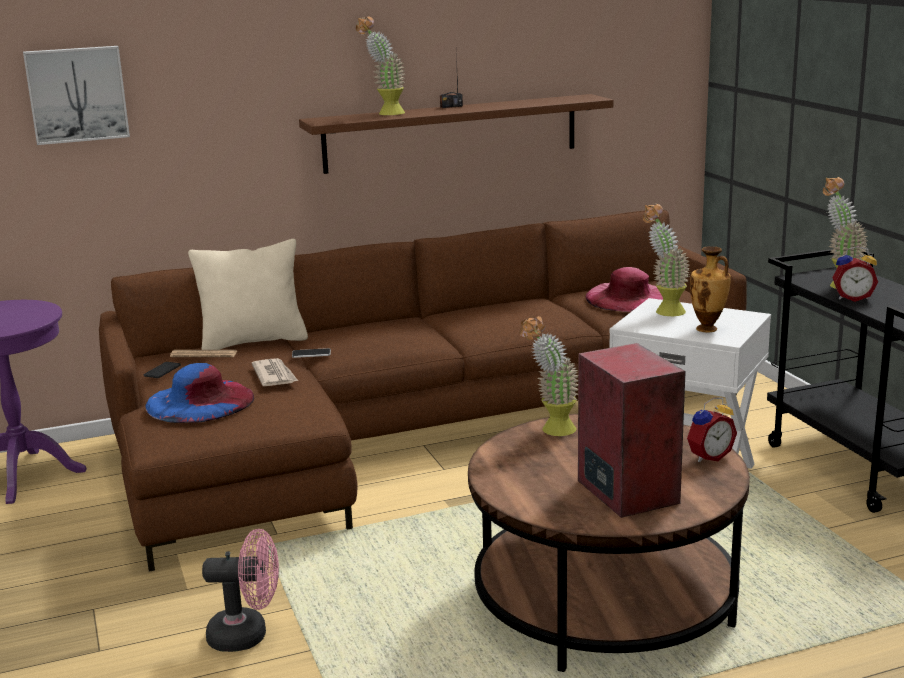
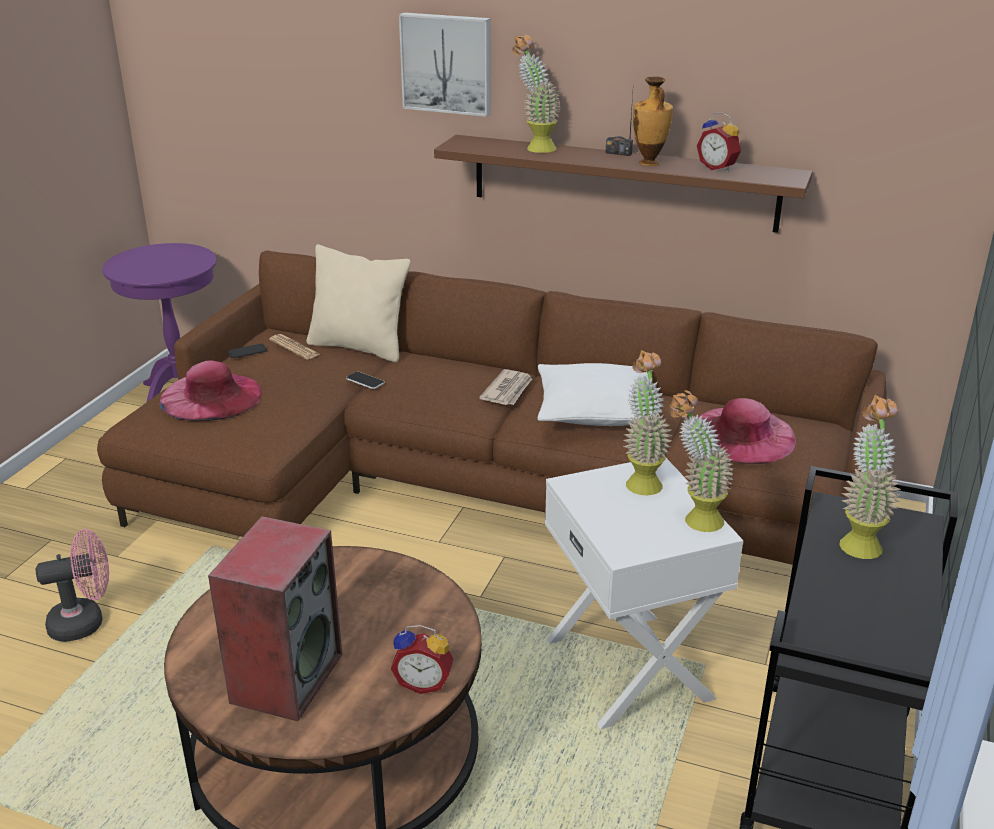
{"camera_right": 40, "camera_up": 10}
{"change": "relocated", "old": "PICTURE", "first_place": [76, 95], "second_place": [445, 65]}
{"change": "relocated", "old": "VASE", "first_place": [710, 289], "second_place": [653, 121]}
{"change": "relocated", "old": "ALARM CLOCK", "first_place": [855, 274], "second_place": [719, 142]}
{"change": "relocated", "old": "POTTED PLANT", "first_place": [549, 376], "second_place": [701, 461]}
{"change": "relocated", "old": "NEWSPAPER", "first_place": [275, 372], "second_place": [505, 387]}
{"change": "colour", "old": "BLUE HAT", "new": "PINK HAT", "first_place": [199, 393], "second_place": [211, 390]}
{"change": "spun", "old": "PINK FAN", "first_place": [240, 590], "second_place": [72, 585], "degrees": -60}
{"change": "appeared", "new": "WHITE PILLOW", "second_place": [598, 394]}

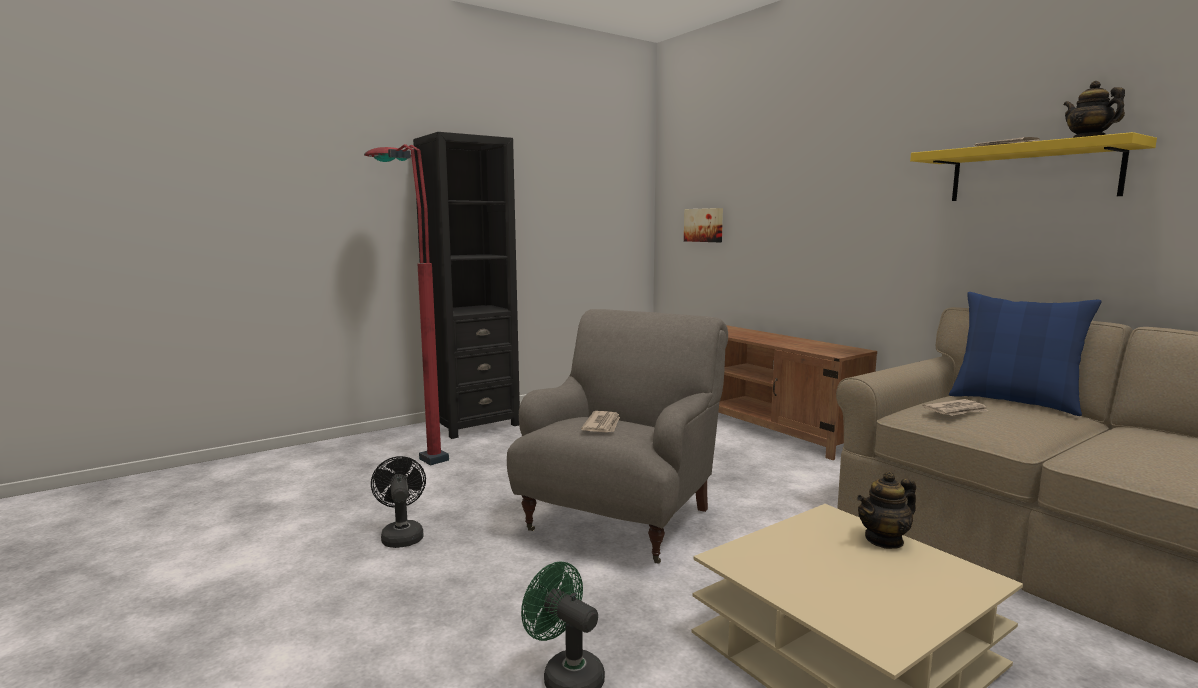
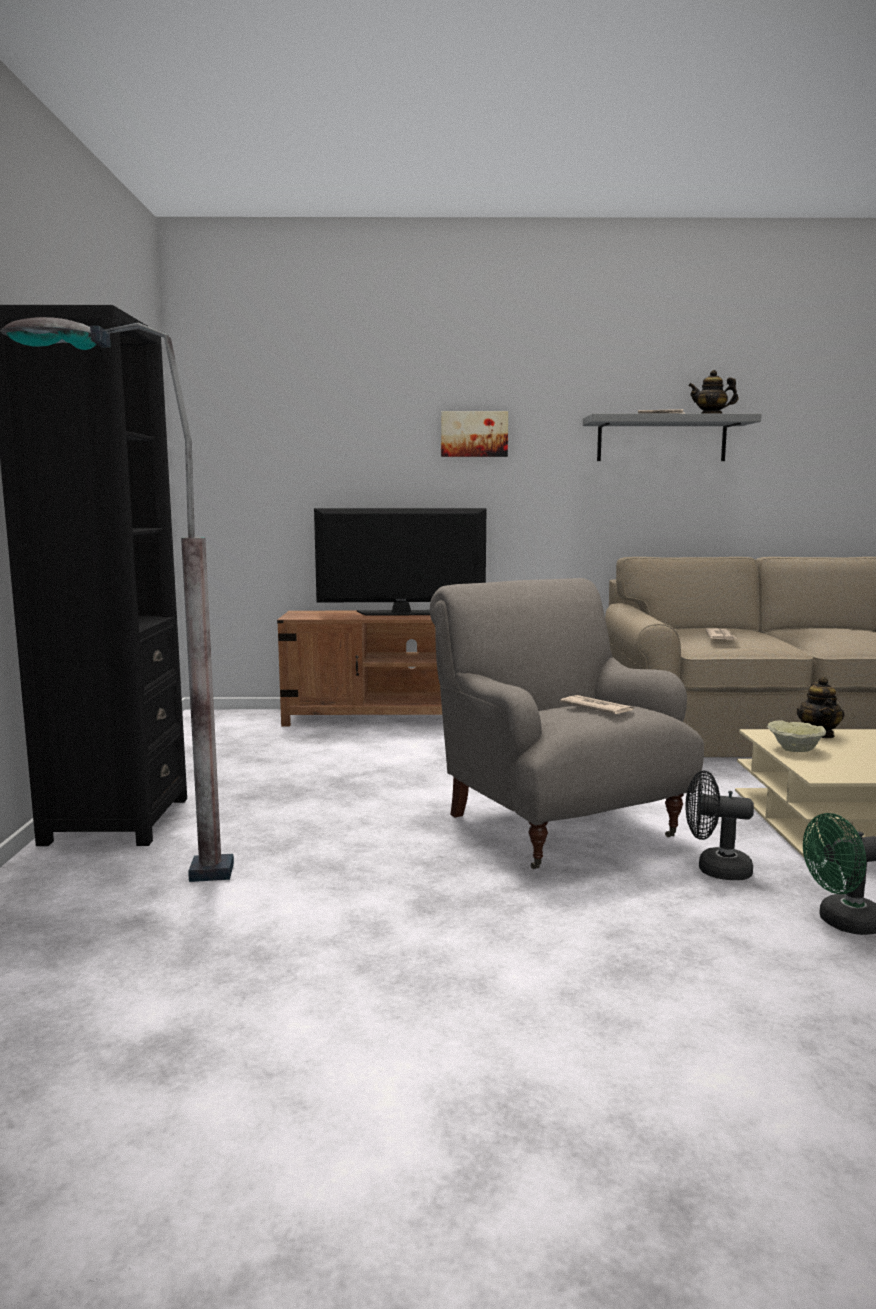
{"camera_right": -55, "camera_up": 0}
{"change": "colour", "old": "YELLOW SHELF", "new": "GREY SHELF", "first_place": [1033, 166], "second_place": [672, 437]}
{"change": "colour", "old": "RED FLOOR LAMP", "new": "GREY FLOOR LAMP", "first_place": [406, 305], "second_place": [117, 599]}
{"change": "relocated", "old": "PICTURE", "first_place": [703, 225], "second_place": [474, 434]}
{"change": "missing", "old": "BLUE PILLOW", "first_place": [1025, 354]}
{"change": "relocated", "old": "BLACK FAN", "first_place": [398, 502], "second_place": [720, 825]}
{"change": "appeared", "new": "TELEVISION", "second_place": [400, 562]}
{"change": "appeared", "new": "BEIGE BOWL", "second_place": [796, 736]}

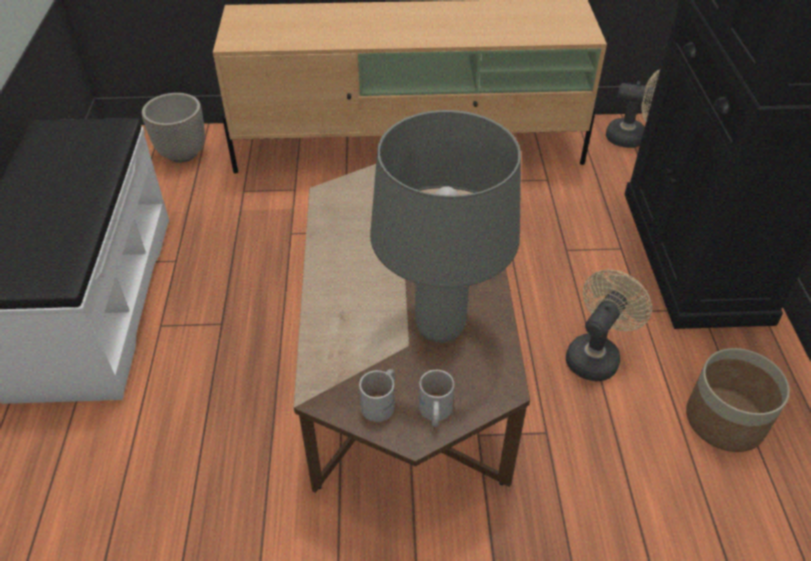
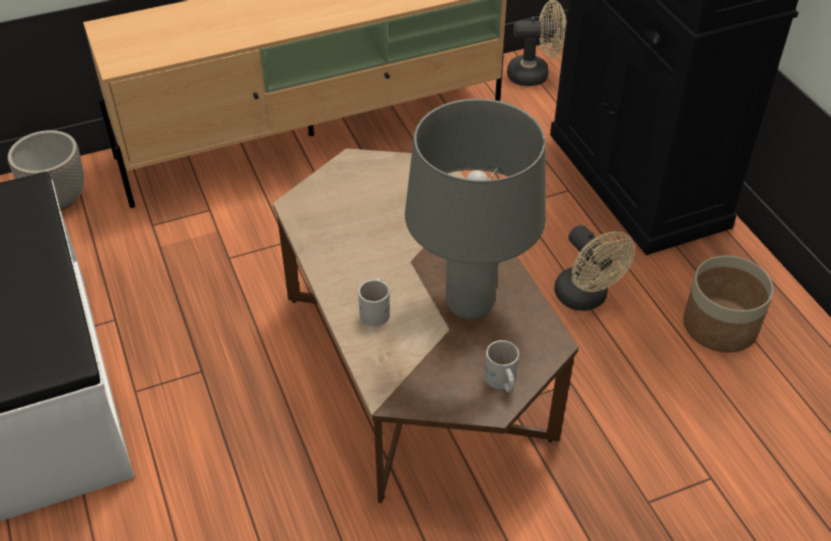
{"camera_right": -20, "camera_up": 0}
{"change": "spun", "old": "BEIGE FAN", "first_place": [609, 325], "second_place": [594, 268], "degrees": 135}
{"change": "relocated", "old": "WHITE MUG", "first_place": [377, 395], "second_place": [374, 302]}

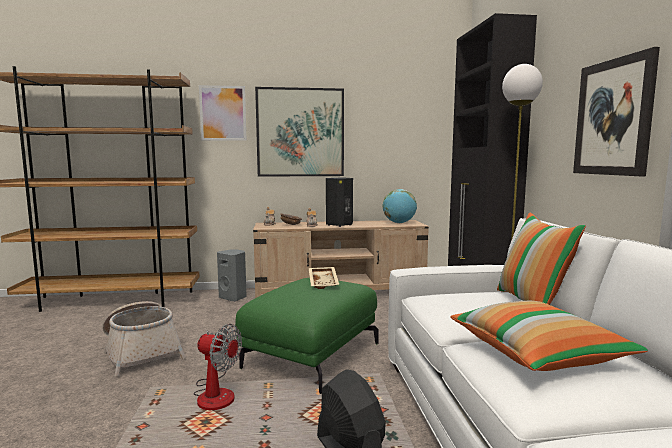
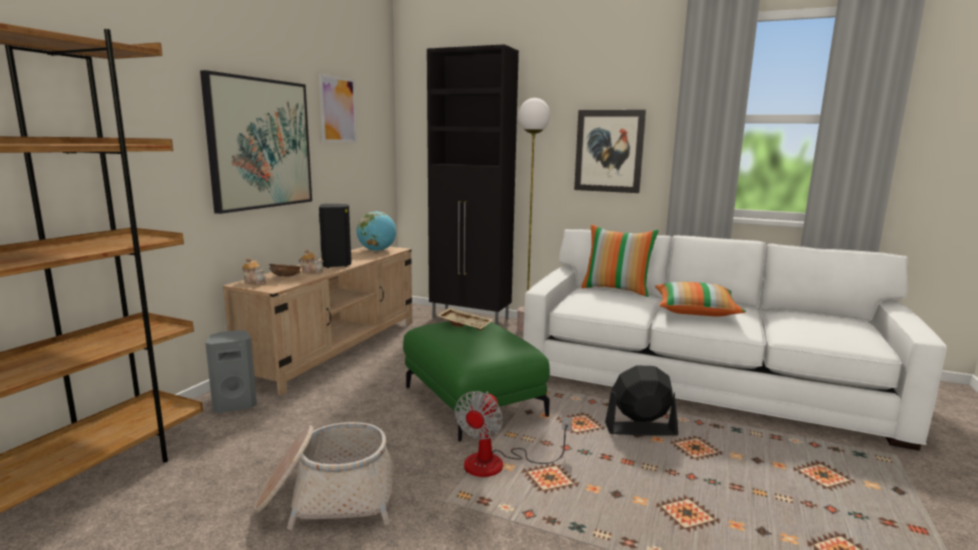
{"camera_right": -60, "camera_up": 5}
{"change": "relocated", "old": "PICTURE", "first_place": [223, 113], "second_place": [338, 108]}
{"change": "spun", "old": "FAN", "first_place": [218, 367], "second_place": [513, 434], "degrees": 150}

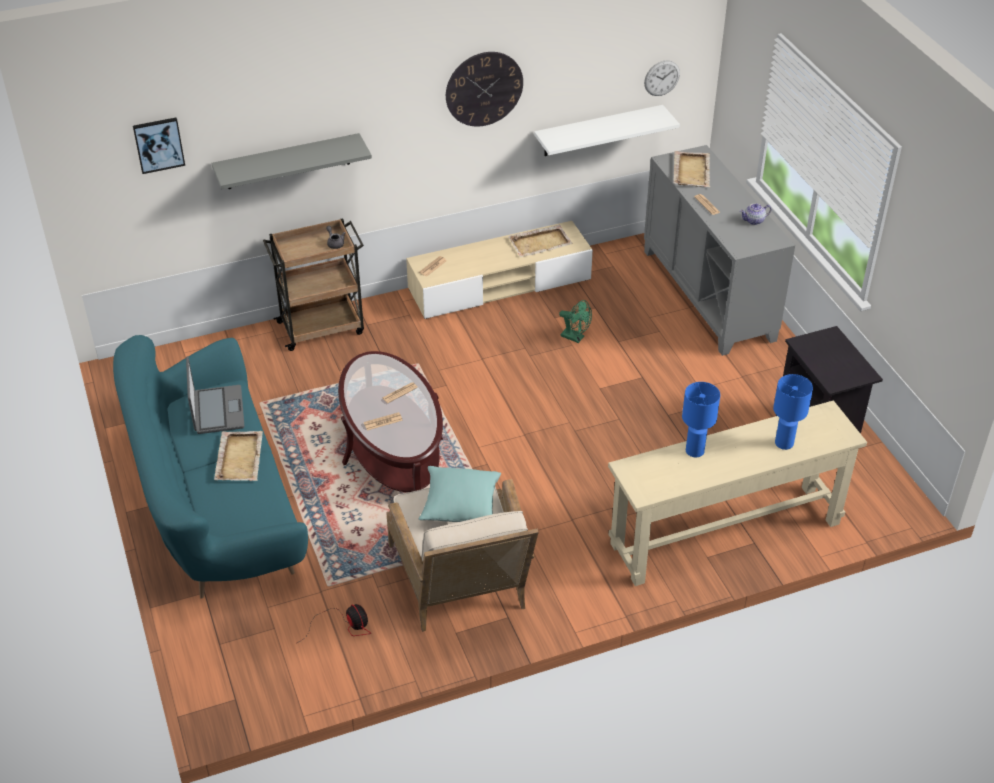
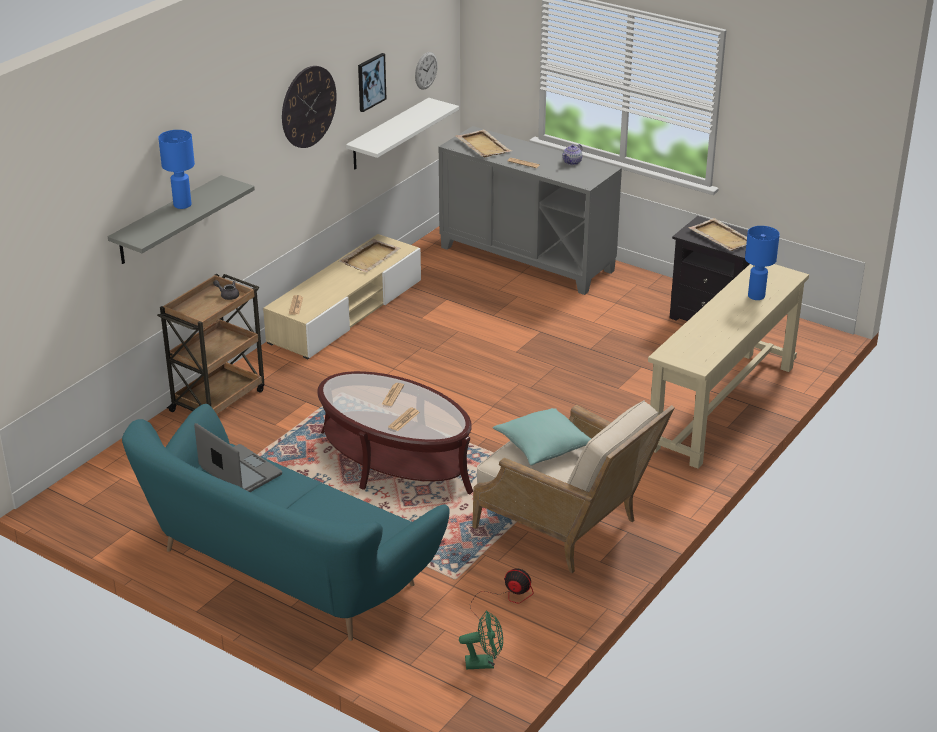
{"camera_right": -35, "camera_up": -10}
{"change": "relocated", "old": "PICTURE", "first_place": [159, 146], "second_place": [372, 82]}
{"change": "relocated", "old": "GREEN FAN", "first_place": [575, 321], "second_place": [481, 640]}
{"change": "relocated", "old": "BLUE TABLE LAMP", "first_place": [701, 420], "second_place": [176, 169]}
{"change": "relocated", "old": "BEIGE TRAY", "first_place": [238, 456], "second_place": [717, 234]}

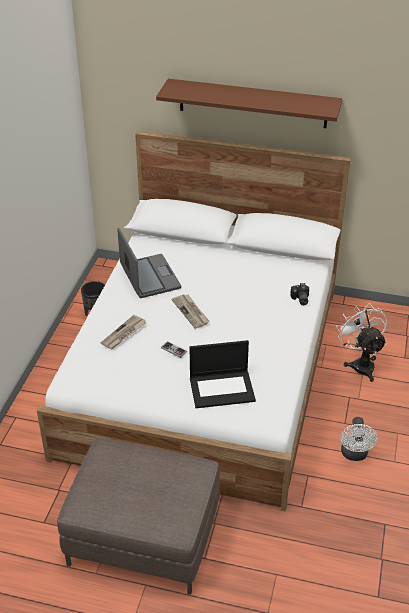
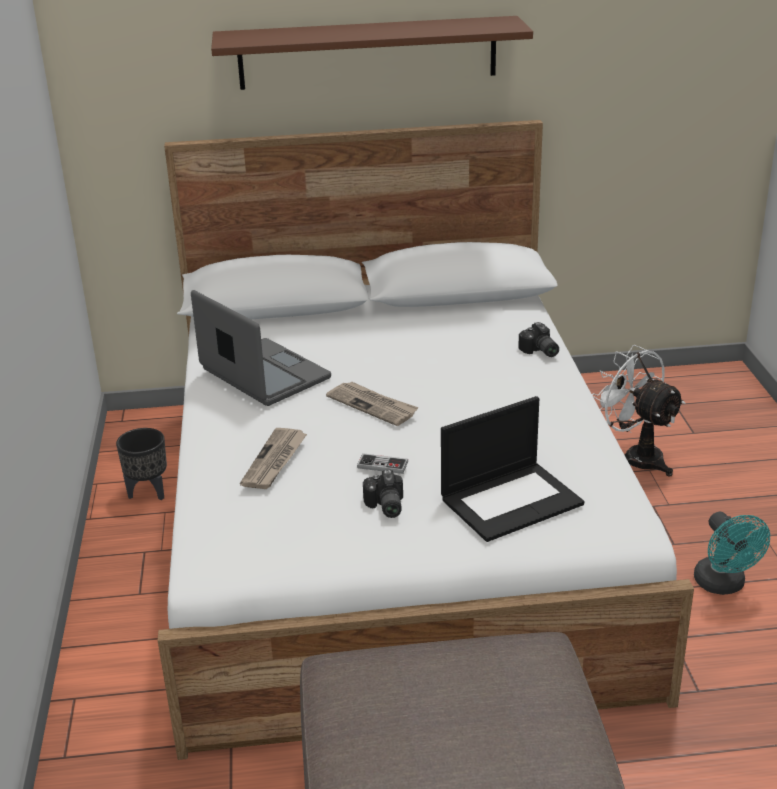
{"camera_right": -20, "camera_up": -10}
{"change": "colour", "old": "WHITE FAN", "new": "TURQUOISE FAN", "first_place": [359, 439], "second_place": [732, 553]}
{"change": "appeared", "new": "PHOTO CAMERA", "second_place": [383, 493]}

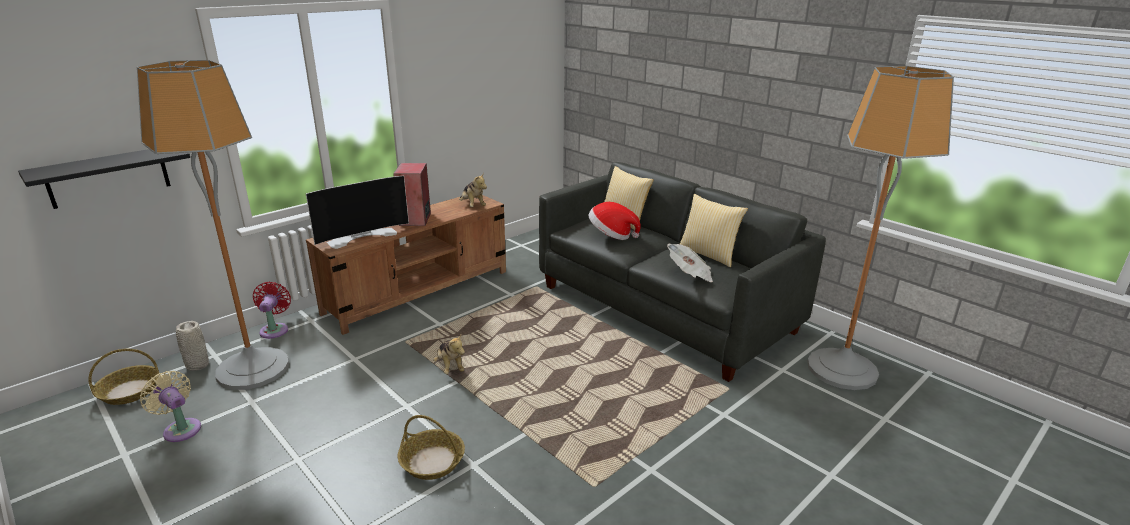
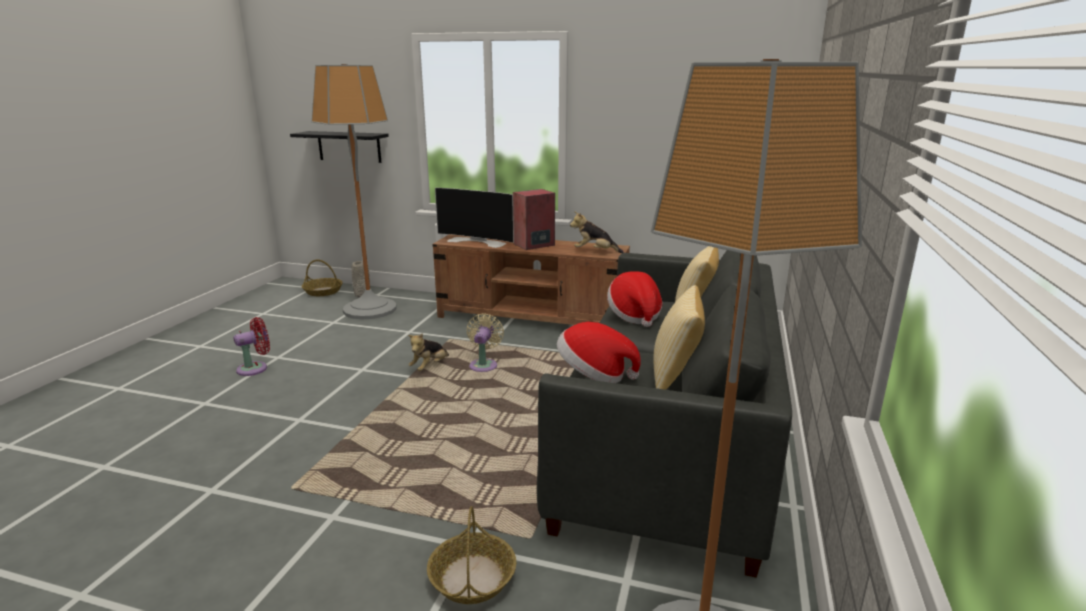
{"camera_right": 60, "camera_up": -5}
{"change": "spun", "old": "PLUSH TOY", "first_place": [473, 189], "second_place": [597, 232], "degrees": 75}
{"change": "exchanged", "old": "NEWSPAPER", "new": "HAT", "first_place": [689, 263], "second_place": [599, 352]}
{"change": "relocated", "old": "RED FAN", "first_place": [272, 310], "second_place": [251, 346]}
{"change": "relocated", "old": "BEIGE FAN", "first_place": [170, 406], "second_place": [485, 342]}
{"change": "relocated", "old": "BASKET", "first_place": [431, 447], "second_place": [471, 555]}

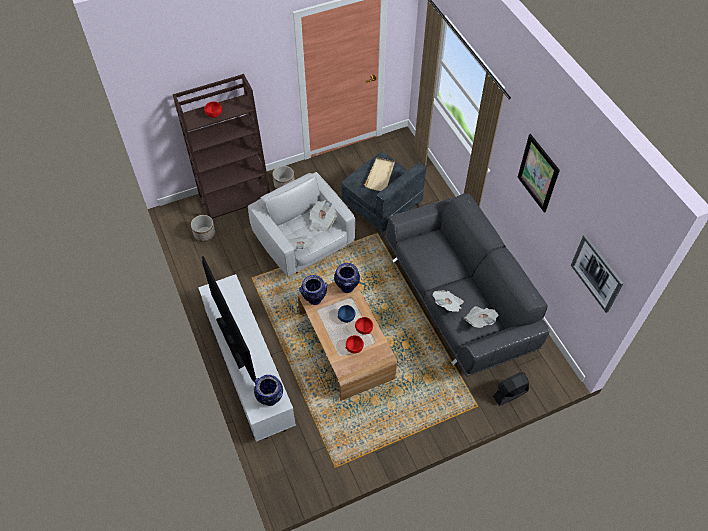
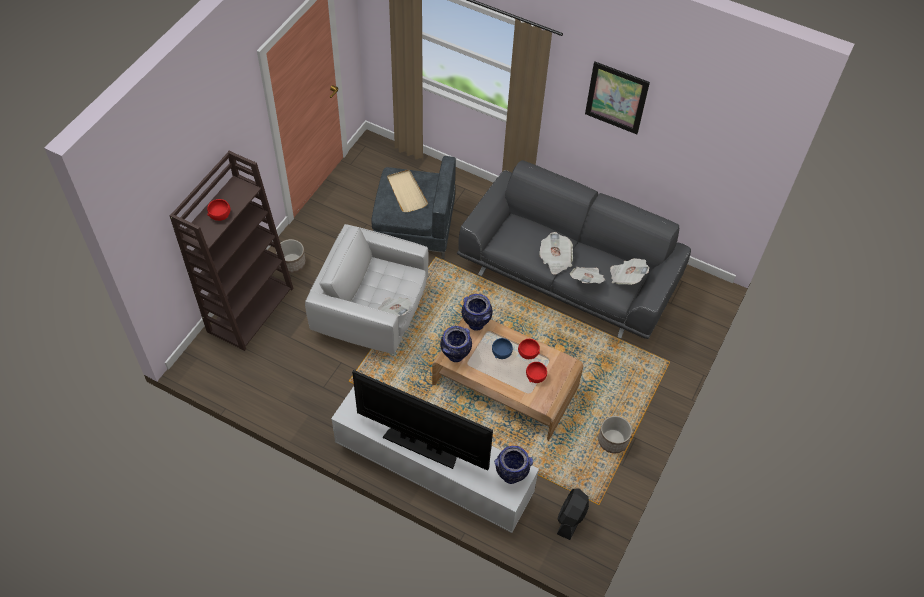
{"camera_right": -40, "camera_up": 0}
{"change": "relocated", "old": "NEWSPAPER", "first_place": [324, 215], "second_place": [556, 253]}
{"change": "relocated", "old": "PLANTER", "first_place": [203, 228], "second_place": [615, 434]}
{"change": "missing", "old": "PICTURE", "first_place": [597, 273]}
{"change": "relocated", "old": "BLACK FAN", "first_place": [511, 389], "second_place": [573, 514]}

